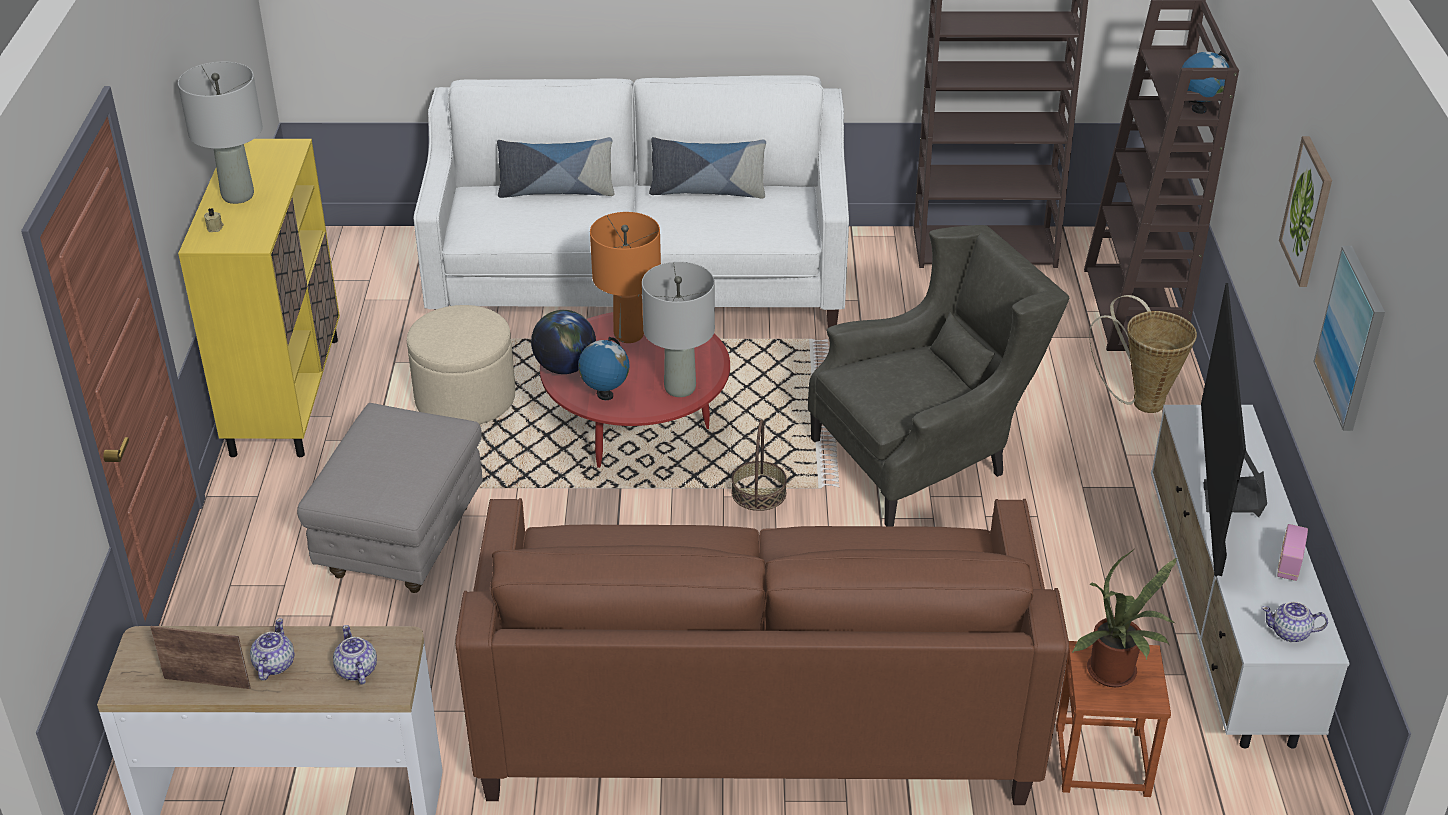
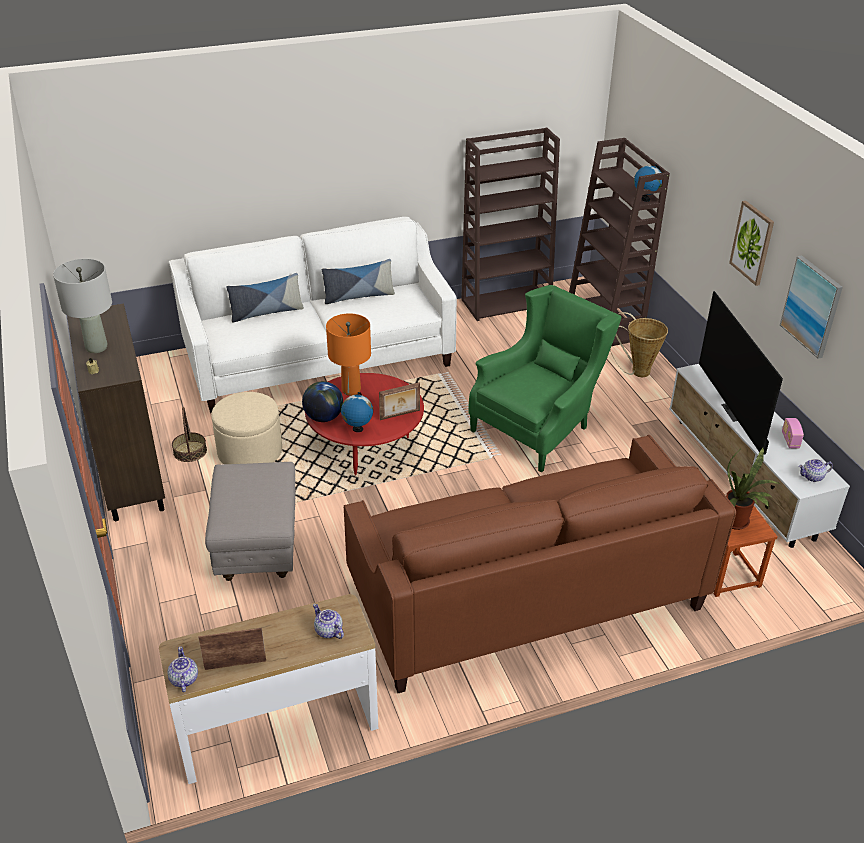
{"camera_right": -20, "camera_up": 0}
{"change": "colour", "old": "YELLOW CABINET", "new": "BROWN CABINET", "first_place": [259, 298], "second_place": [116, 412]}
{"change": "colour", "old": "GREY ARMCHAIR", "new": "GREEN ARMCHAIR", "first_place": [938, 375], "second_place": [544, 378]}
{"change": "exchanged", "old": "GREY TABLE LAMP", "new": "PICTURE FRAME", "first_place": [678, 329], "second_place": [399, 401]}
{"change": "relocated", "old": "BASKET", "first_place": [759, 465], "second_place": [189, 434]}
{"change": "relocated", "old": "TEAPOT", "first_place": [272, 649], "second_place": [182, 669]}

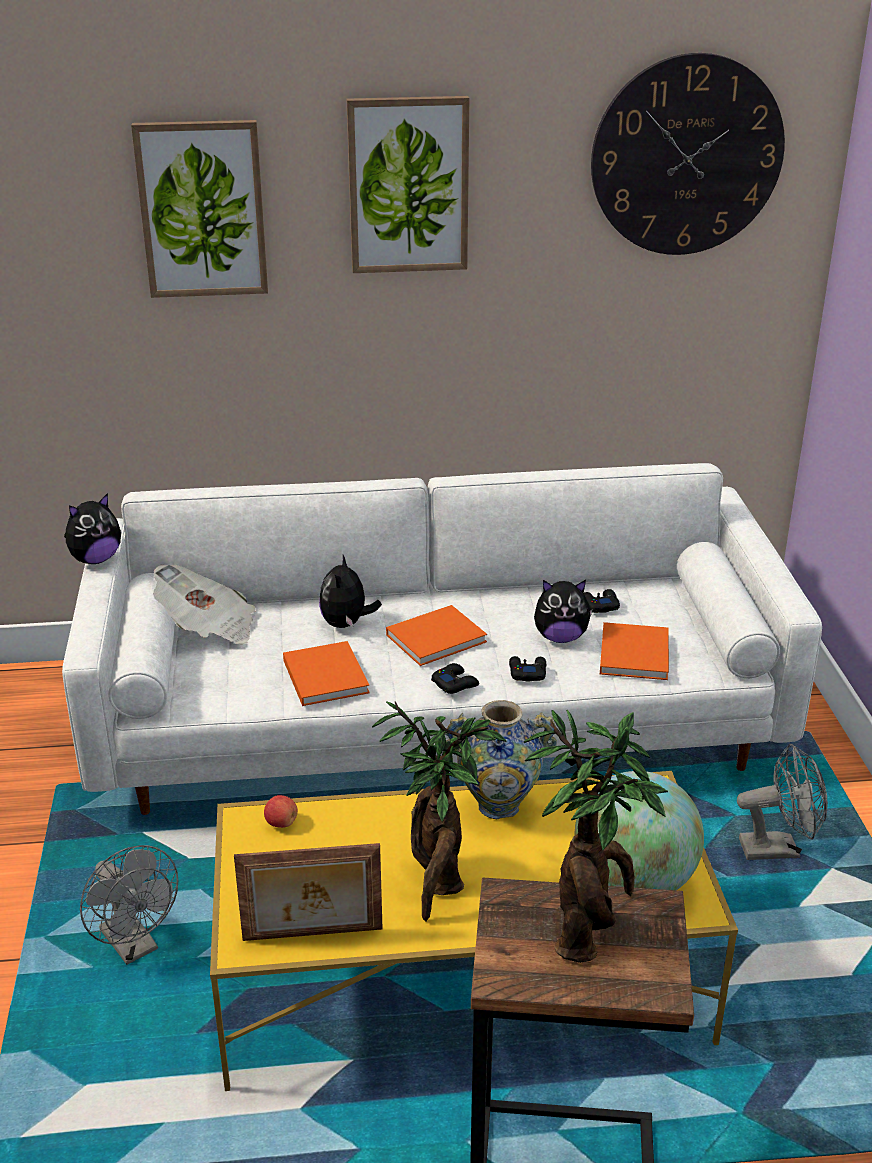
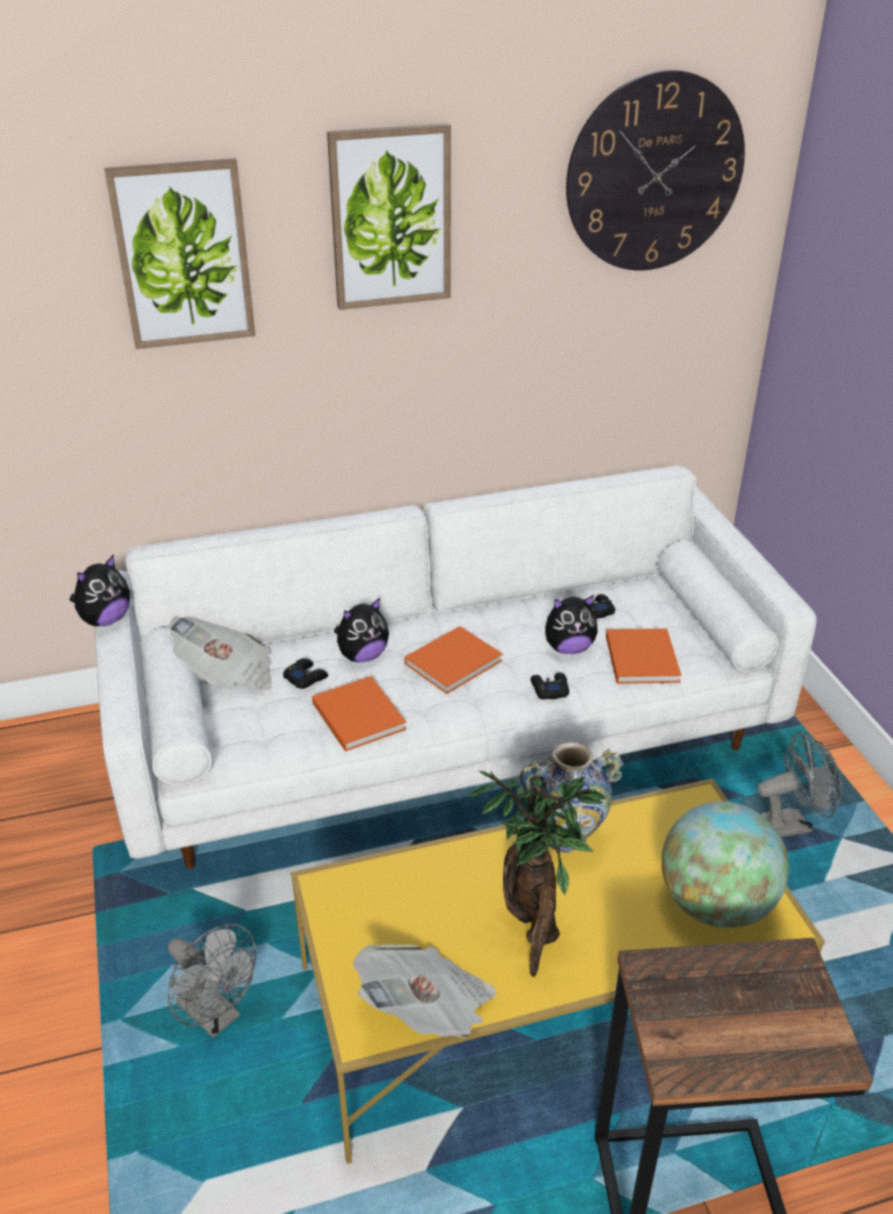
{"camera_right": -10, "camera_up": 5}
{"change": "spun", "old": "PLUSH TOY", "first_place": [350, 591], "second_place": [361, 630], "degrees": -120}
{"change": "relocated", "old": "BLACK GAME CONTROLLER", "first_place": [455, 678], "second_place": [305, 673]}
{"change": "missing", "old": "POTTED PLANT", "first_place": [596, 836]}
{"change": "missing", "old": "APPLE", "first_place": [281, 811]}
{"change": "exchanged", "old": "PICTURE FRAME", "new": "NEWSPAPER", "first_place": [308, 892], "second_place": [425, 991]}

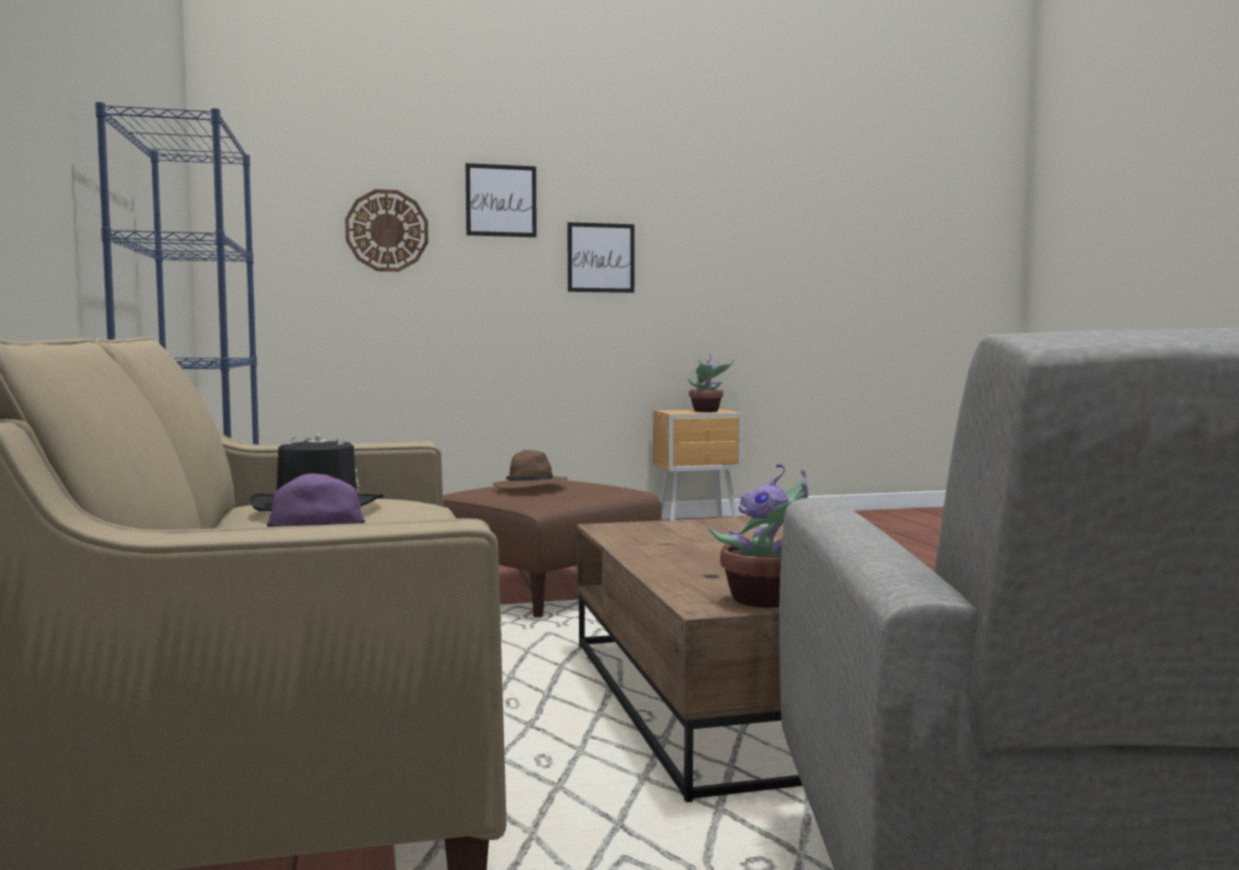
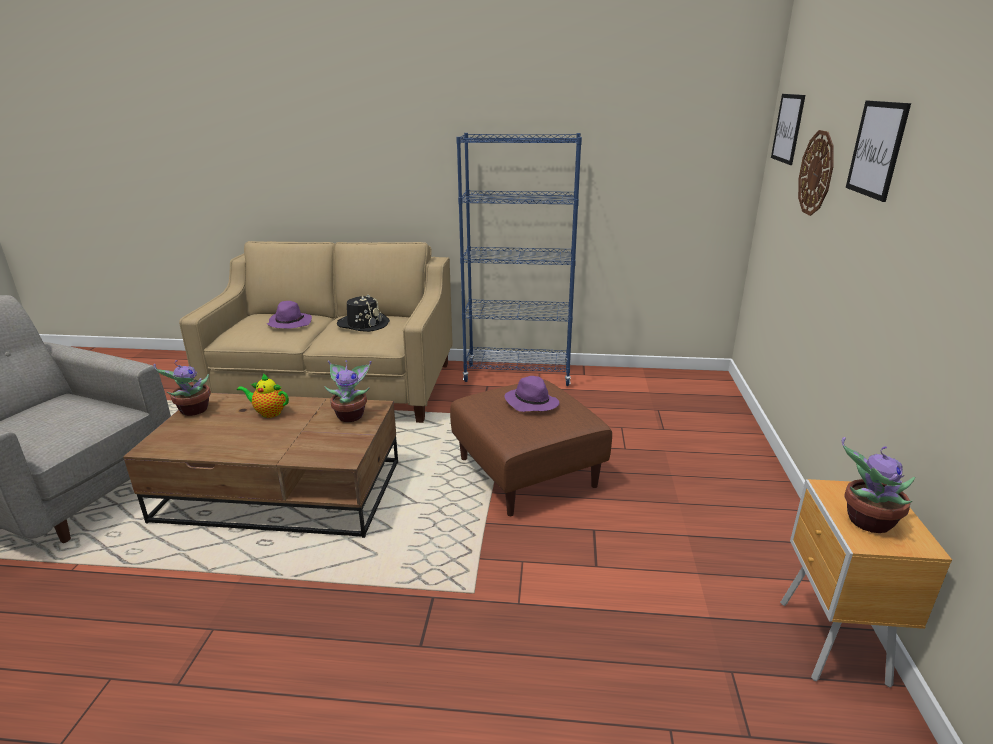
{"camera_right": 110, "camera_up": 20}
{"change": "relocated", "old": "PICTURE", "first_place": [601, 257], "second_place": [788, 129]}
{"change": "colour", "old": "BROWN HAT", "new": "PURPLE HAT", "first_place": [530, 469], "second_place": [531, 394]}
{"change": "appeared", "new": "POTTED PLANT", "second_place": [348, 391]}
{"change": "appeared", "new": "TEAPOT", "second_place": [263, 395]}

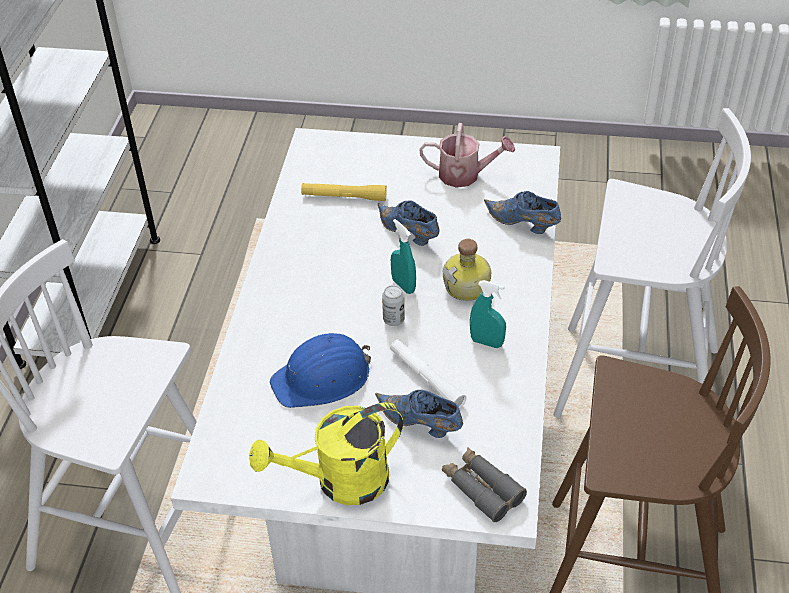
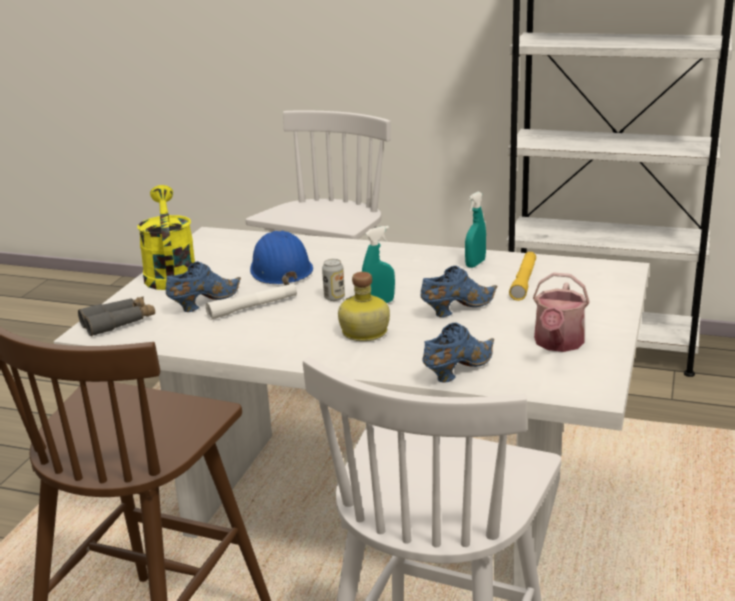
{"camera_right": 100, "camera_up": -20}
{"change": "relocated", "old": "TURQUOISE SPRAY BOTTLE", "first_place": [488, 314], "second_place": [475, 230]}

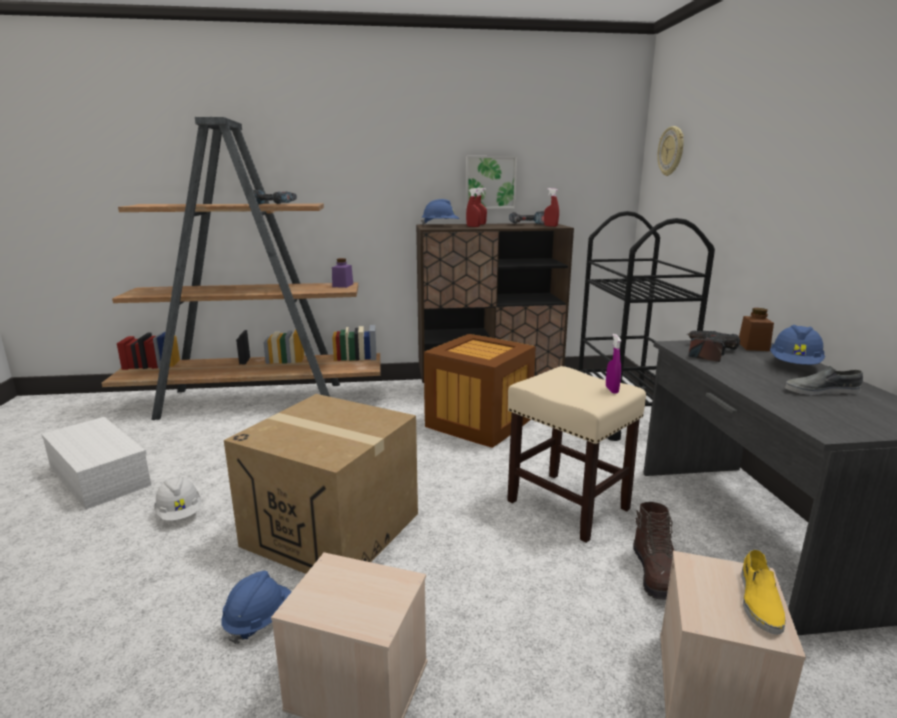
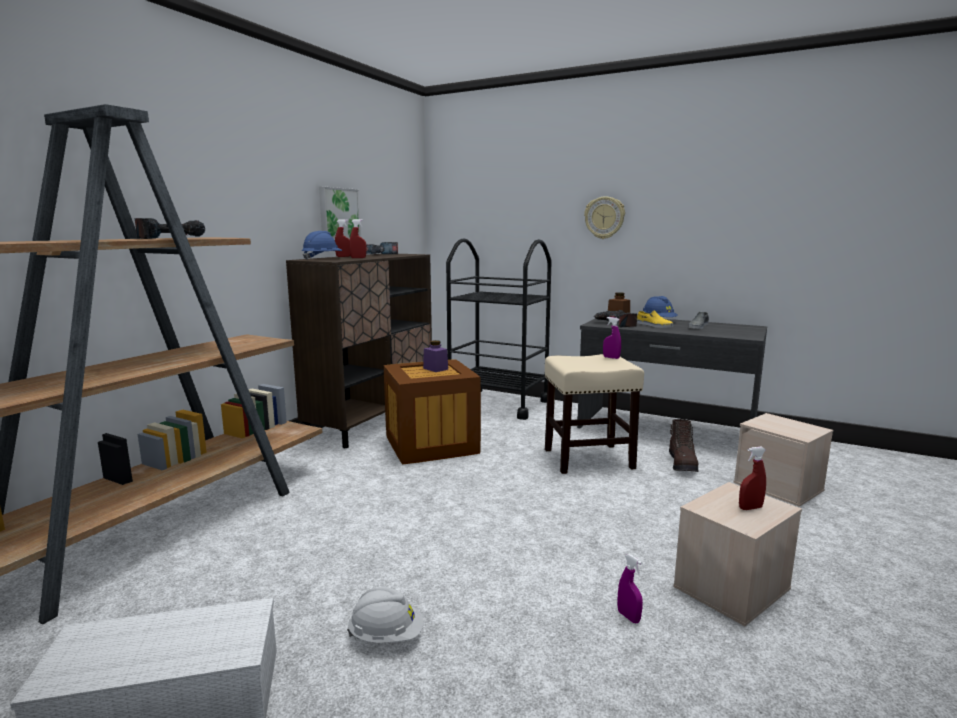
{"camera_right": -55, "camera_up": -5}
{"change": "relocated", "old": "WALL CLOCK", "first_place": [670, 151], "second_place": [604, 217]}
{"change": "relocated", "old": "RED SPRAY BOTTLE", "first_place": [551, 207], "second_place": [752, 478]}
{"change": "relocated", "old": "PURPLE JAR", "first_place": [342, 273], "second_place": [435, 356]}
{"change": "missing", "old": "CARDBOARD BOX", "first_place": [321, 484]}
{"change": "spun", "old": "BROWN BOOT", "first_place": [653, 551], "second_place": [683, 445], "degrees": 60}
{"change": "relocated", "old": "YELLOW SHOE", "first_place": [763, 592], "second_place": [655, 319]}
{"change": "exchanged", "old": "BLUE HARD HAT", "new": "PURPLE SPRAY BOTTLE", "first_place": [256, 607], "second_place": [630, 588]}

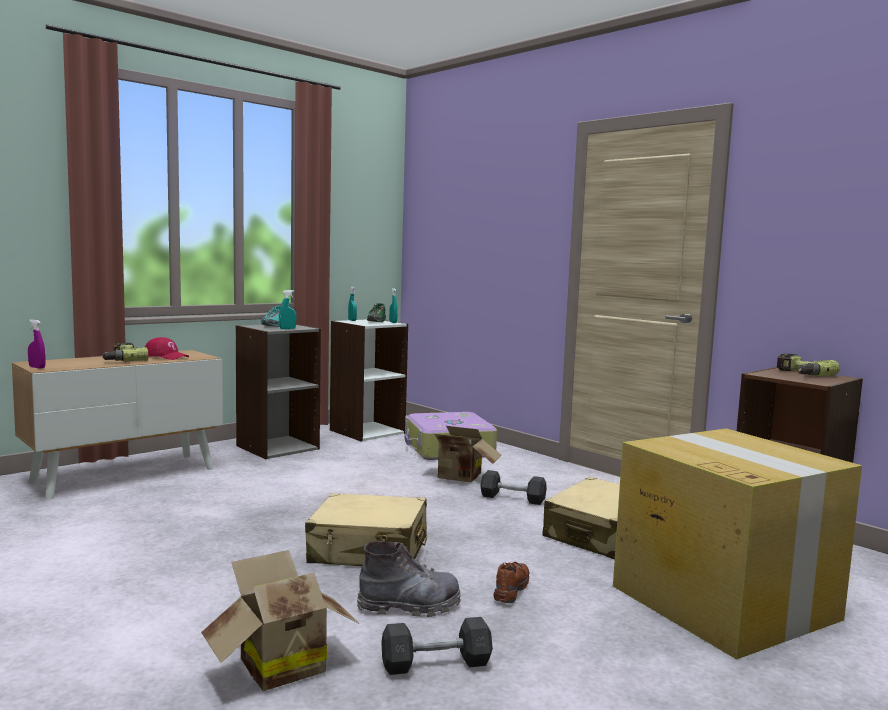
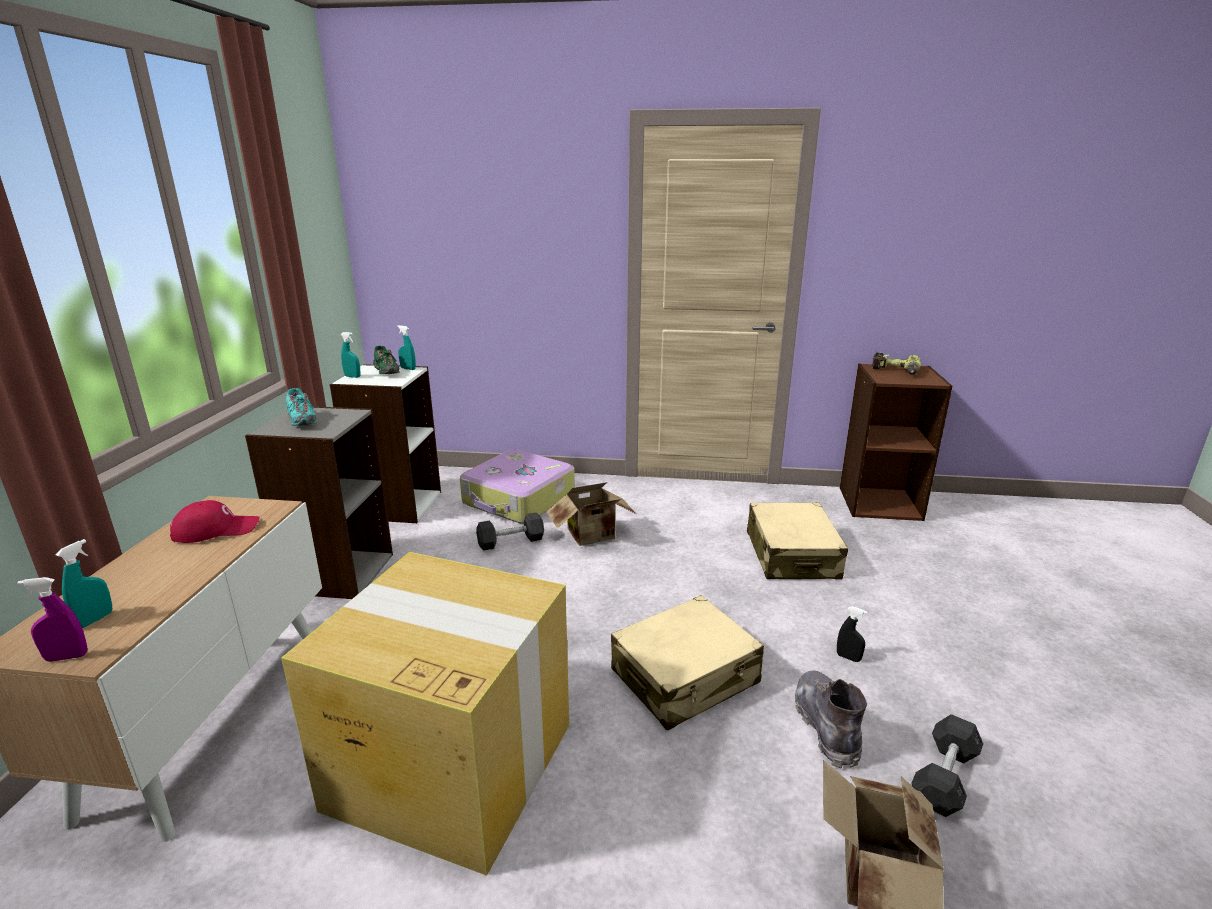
{"camera_right": -40, "camera_up": 15}
{"change": "relocated", "old": "TURQUOISE SPRAY BOTTLE", "first_place": [287, 309], "second_place": [84, 583]}
{"change": "missing", "old": "POWER DRILL", "first_place": [125, 352]}
{"change": "relocated", "old": "CARDBOARD BOX", "first_place": [737, 544], "second_place": [425, 714]}
{"change": "relocated", "old": "GREY DUMBBELL", "first_place": [513, 487], "second_place": [510, 531]}
{"change": "spun", "old": "GREY BOOT", "first_place": [409, 579], "second_place": [831, 719], "degrees": -45}
{"change": "exchanged", "old": "BROWN SHOE", "new": "BLACK SPRAY BOTTLE", "first_place": [511, 582], "second_place": [852, 634]}

